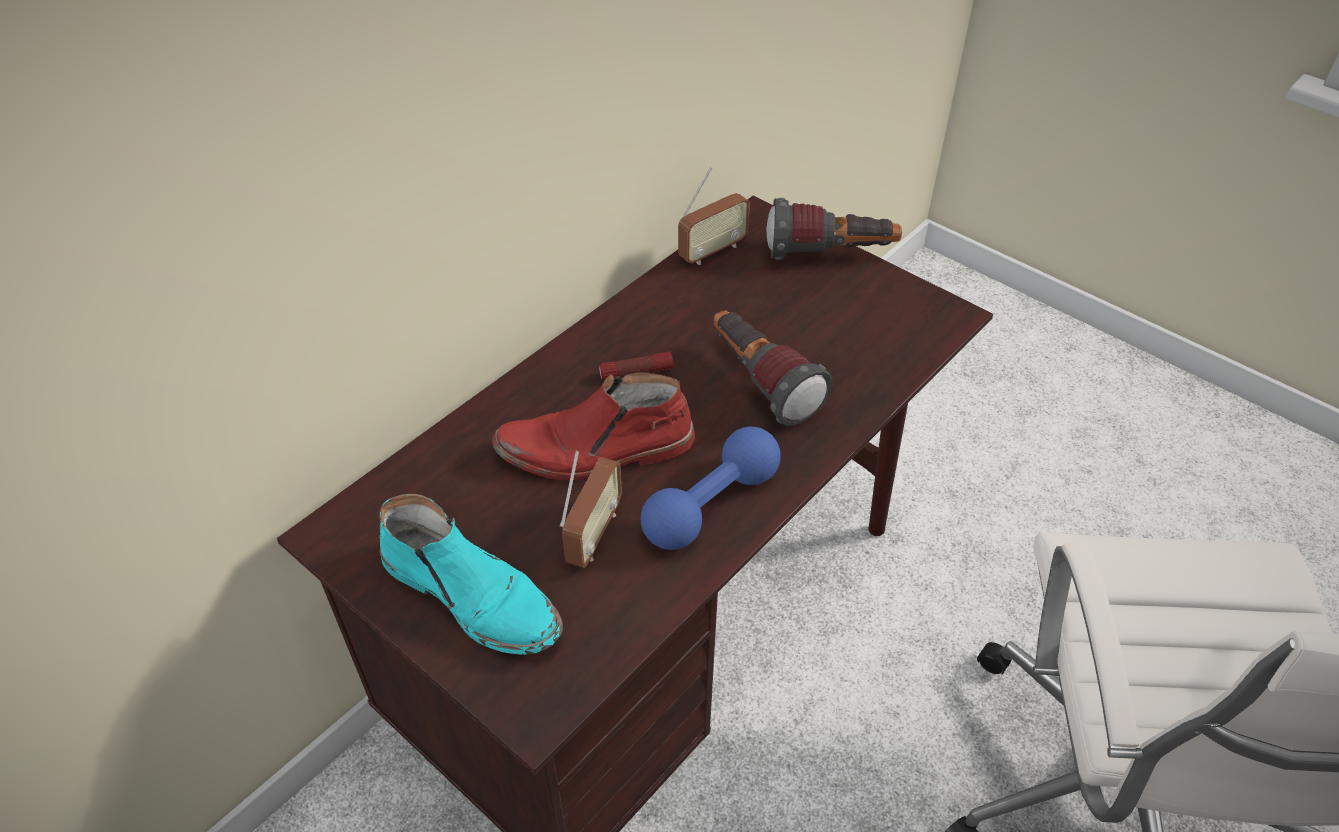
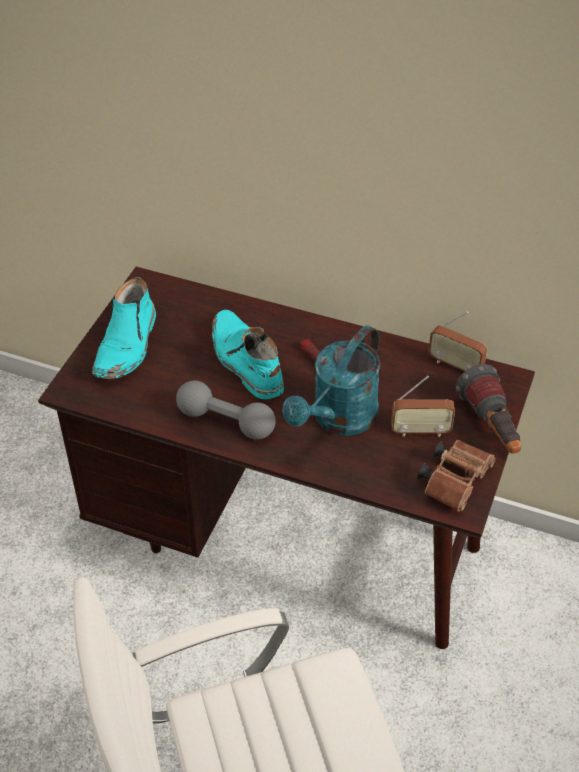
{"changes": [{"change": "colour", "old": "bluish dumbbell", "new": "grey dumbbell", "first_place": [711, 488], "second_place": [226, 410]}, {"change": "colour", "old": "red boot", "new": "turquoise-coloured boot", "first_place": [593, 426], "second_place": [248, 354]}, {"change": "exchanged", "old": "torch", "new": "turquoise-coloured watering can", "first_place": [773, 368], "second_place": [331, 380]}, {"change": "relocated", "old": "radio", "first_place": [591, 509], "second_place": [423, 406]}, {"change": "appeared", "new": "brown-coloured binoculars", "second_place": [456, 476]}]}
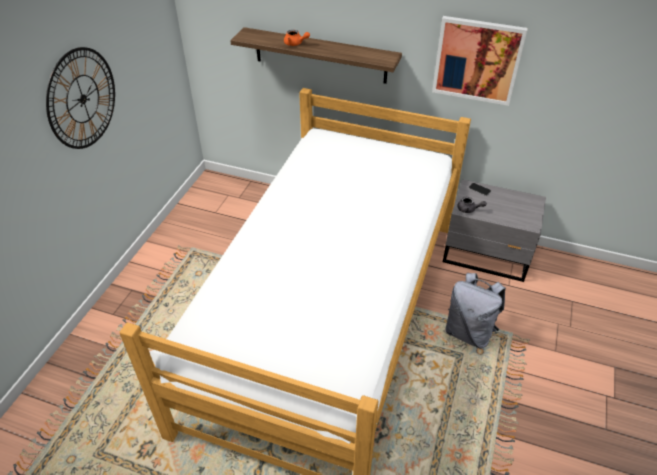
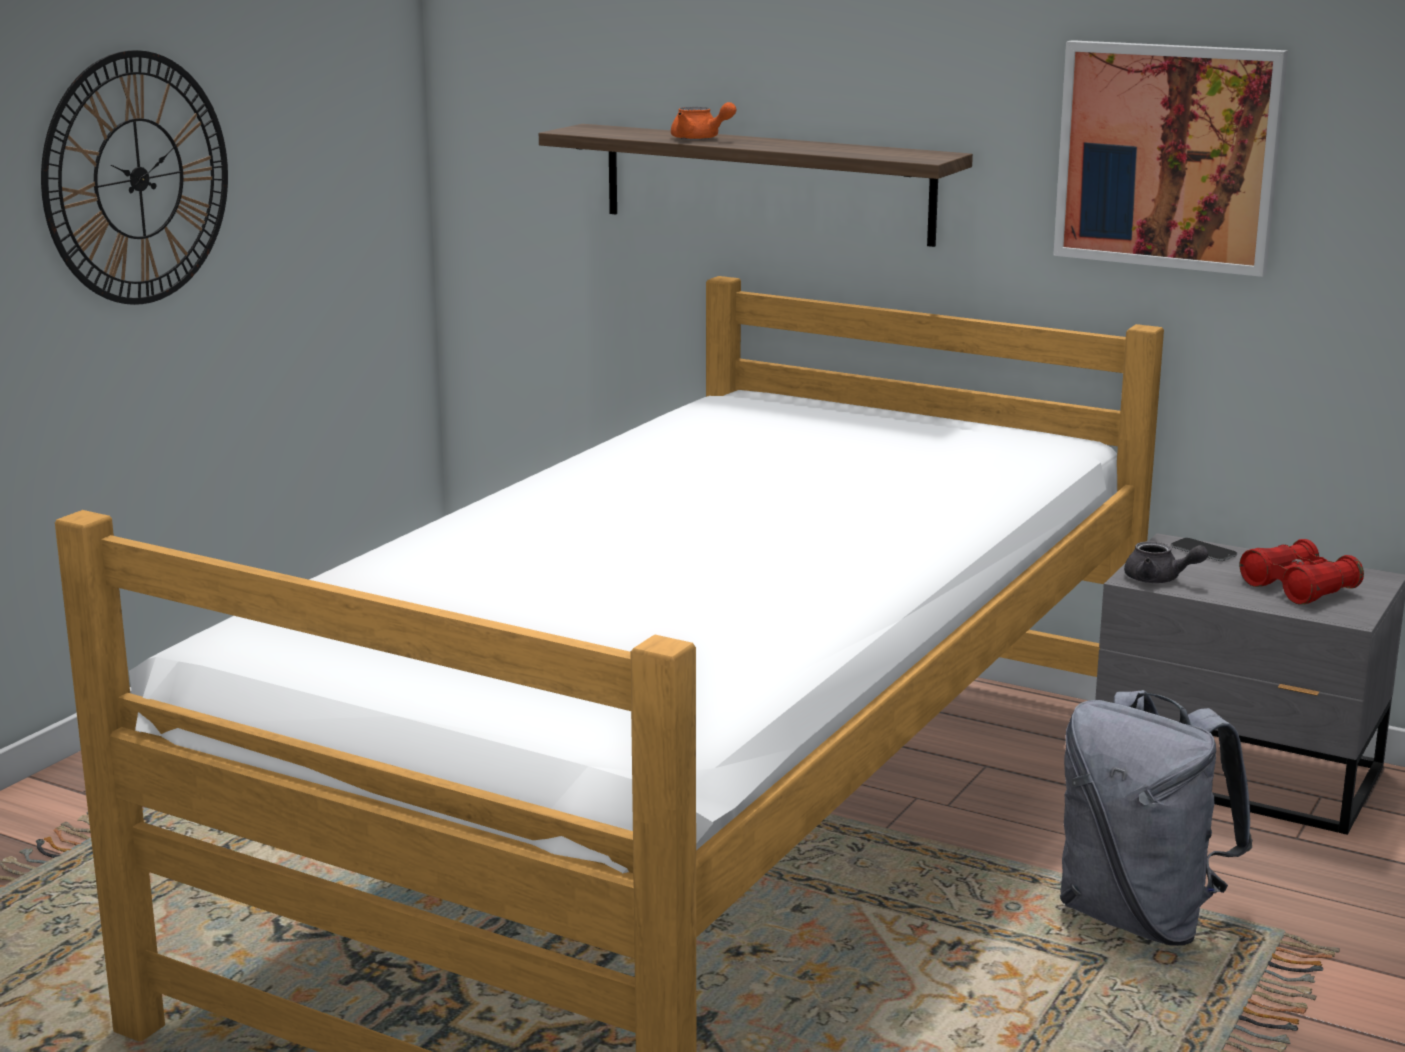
{"changes": [{"change": "appeared", "new": "red binoculars", "second_place": [1302, 571]}]}
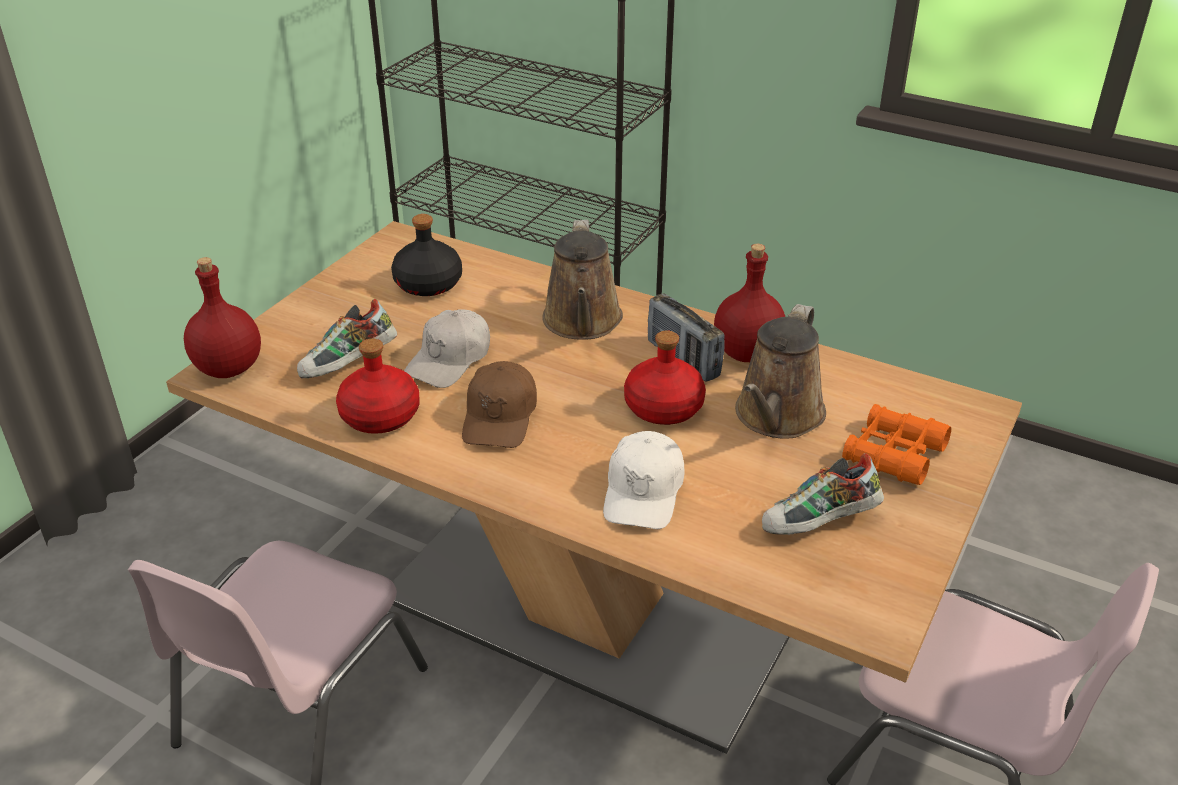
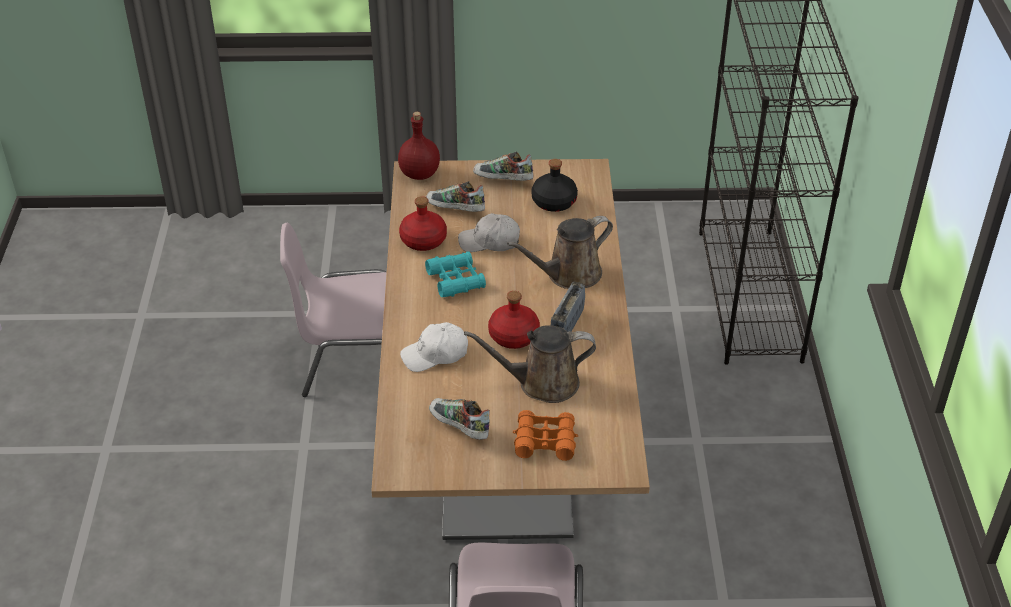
{"changes": [{"change": "exchanged", "old": "brown-coloured baseball cap", "new": "turquoise-coloured binoculars", "first_place": [499, 404], "second_place": [455, 274]}, {"change": "appeared", "new": "shoe", "second_place": [503, 166]}, {"change": "missing", "old": "red beverage bottle", "first_place": [749, 303]}]}
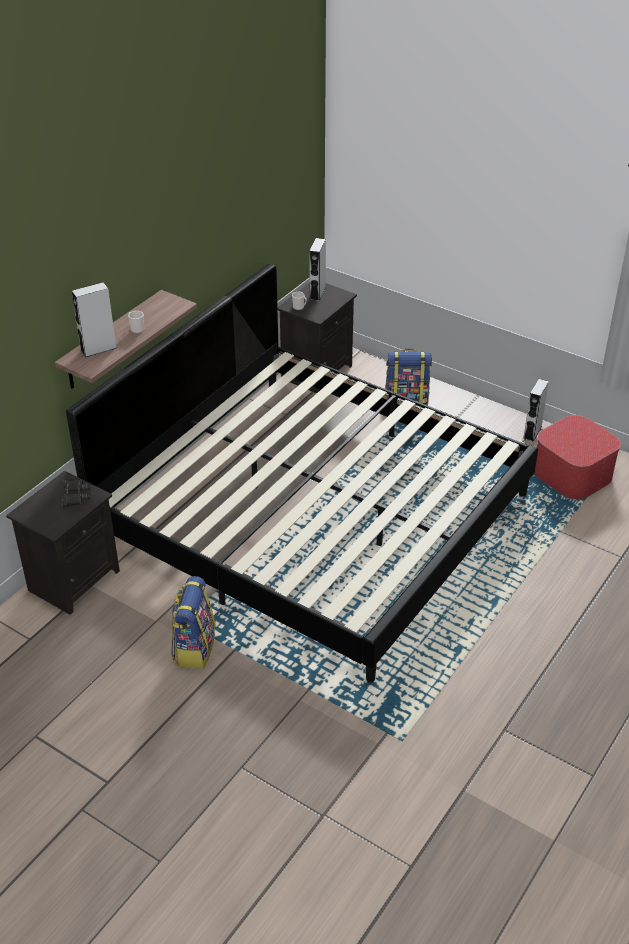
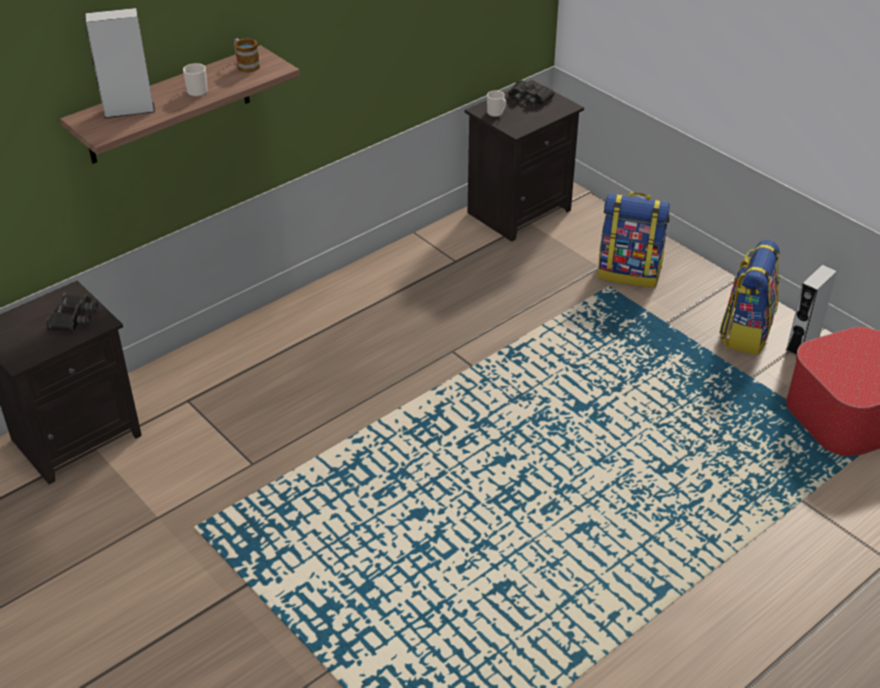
{"changes": [{"change": "appeared", "new": "coffee mug", "second_place": [247, 55]}, {"change": "exchanged", "old": "grey audio speaker", "new": "black binoculars", "first_place": [317, 269], "second_place": [531, 94]}, {"change": "relocated", "old": "rucksack", "first_place": [193, 622], "second_place": [749, 297]}, {"change": "missing", "old": "bed", "first_place": [302, 473]}]}
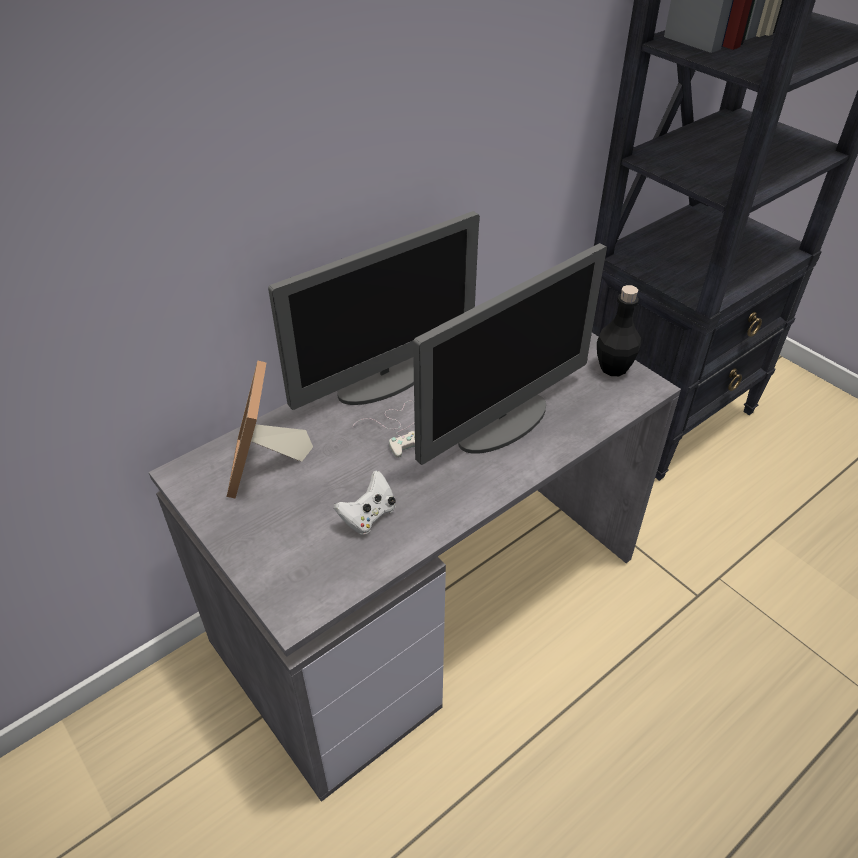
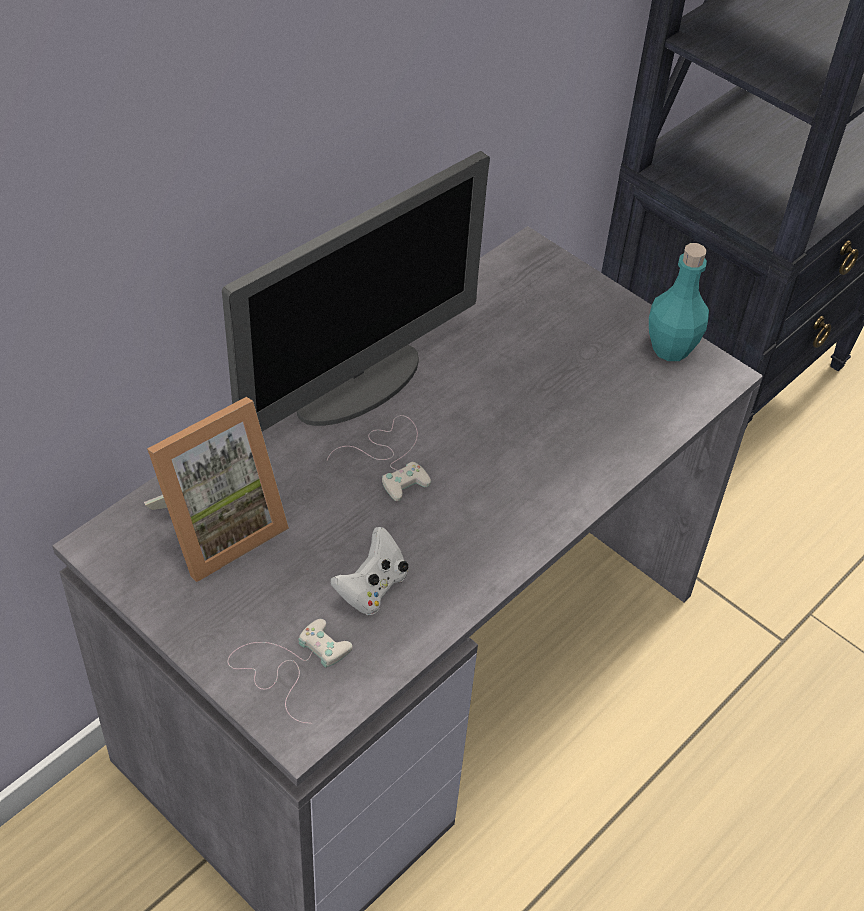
{"changes": [{"change": "spun", "old": "picture frame", "first_place": [270, 429], "second_place": [216, 489], "degrees": -120}, {"change": "appeared", "new": "white-coloured gamepad", "second_place": [290, 671]}, {"change": "colour", "old": "black beverage bottle", "new": "turquoise-coloured beverage bottle", "first_place": [619, 330], "second_place": [679, 302]}, {"change": "missing", "old": "computer display", "first_place": [510, 354]}]}
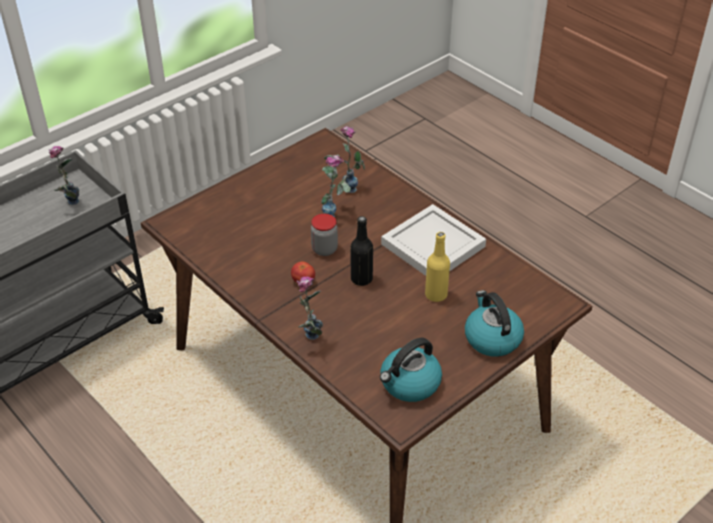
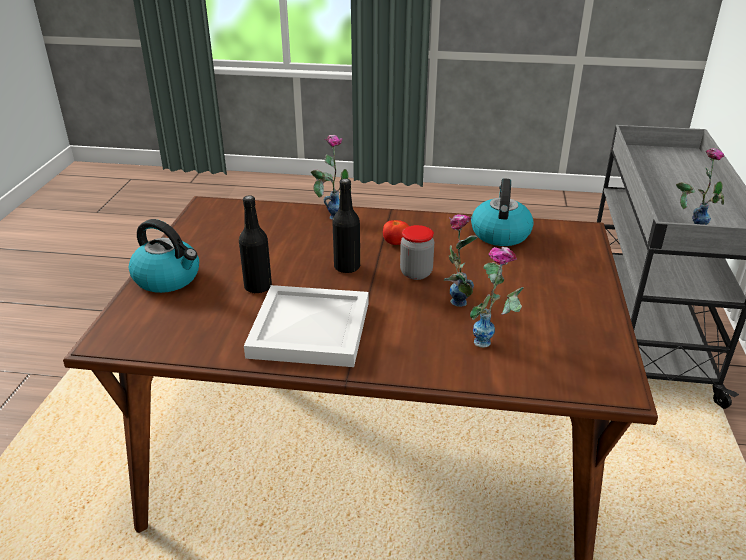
{"changes": [{"change": "colour", "old": "yellow beverage bottle", "new": "black beverage bottle", "first_place": [437, 267], "second_place": [255, 244]}, {"change": "relocated", "old": "water kettle", "first_place": [411, 370], "second_place": [502, 212]}]}
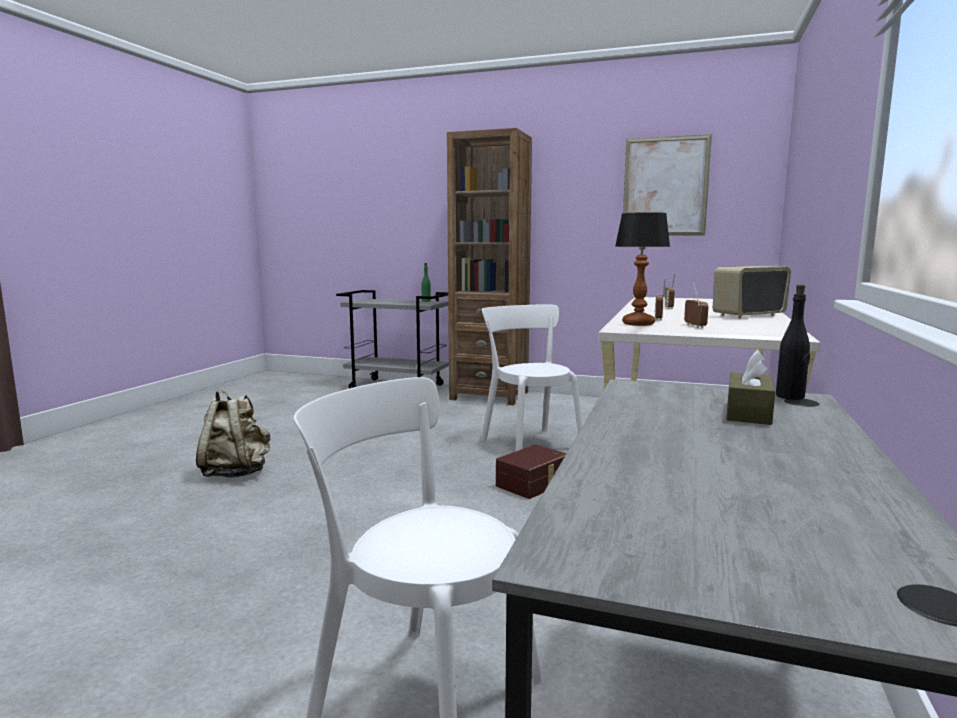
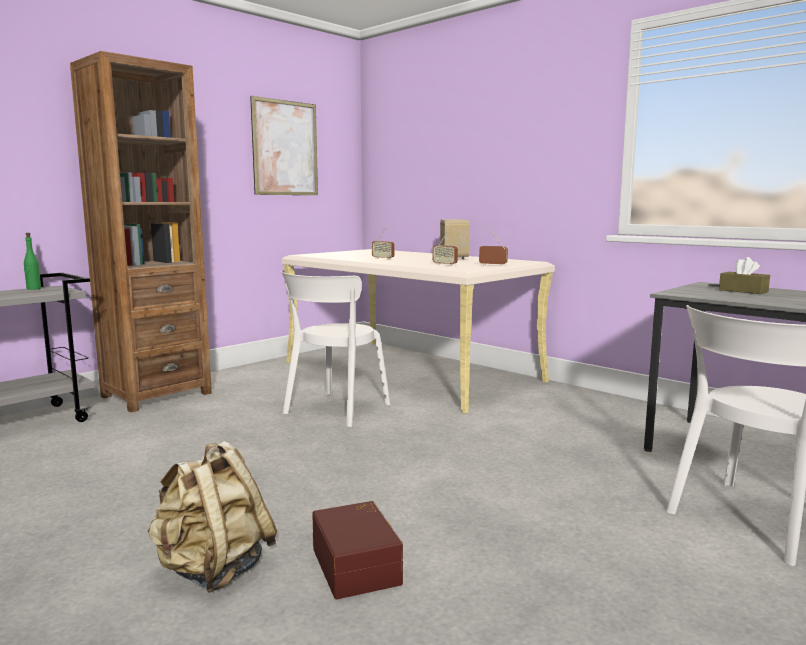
{"changes": [{"change": "spun", "old": "white-coloured upright chair", "first_place": [532, 378], "second_place": [336, 349], "degrees": -60}, {"change": "relocated", "old": "brown-coloured storage container", "first_place": [531, 472], "second_place": [357, 550]}, {"change": "missing", "old": "lamp for a table", "first_place": [642, 269]}, {"change": "missing", "old": "black beverage bottle", "first_place": [793, 342]}]}
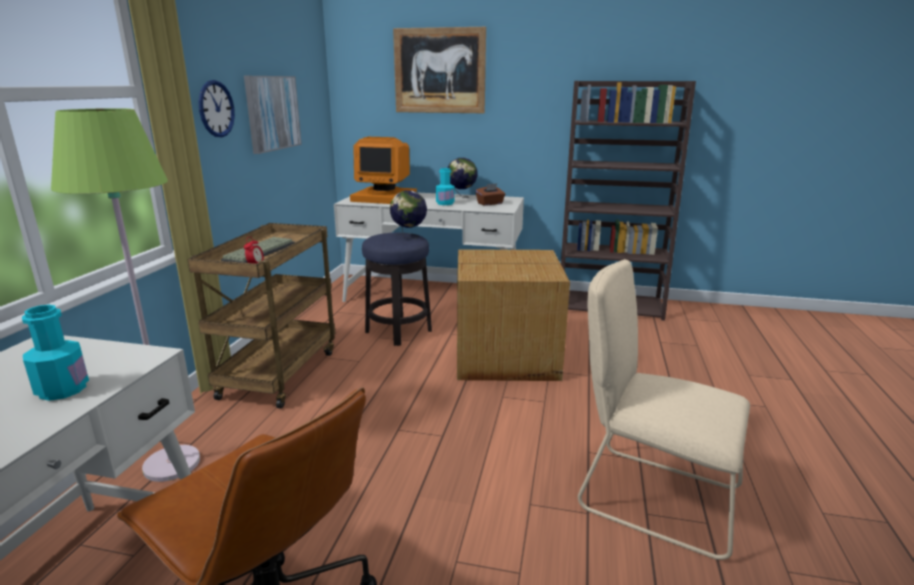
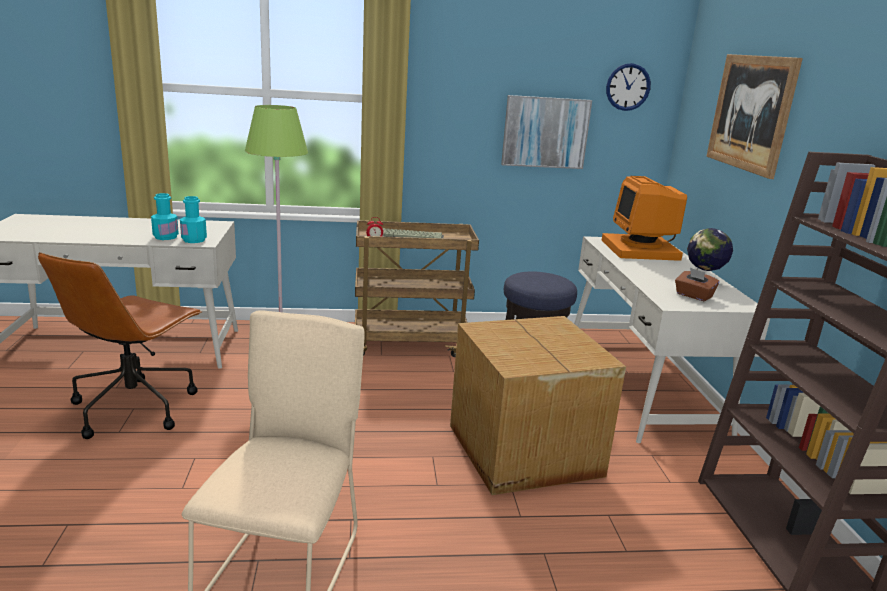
{"changes": [{"change": "relocated", "old": "turquoise-coloured beverage bottle", "first_place": [445, 186], "second_place": [193, 219]}, {"change": "relocated", "old": "hanging clock", "first_place": [217, 108], "second_place": [628, 87]}, {"change": "missing", "old": "globe", "first_place": [408, 214]}]}
